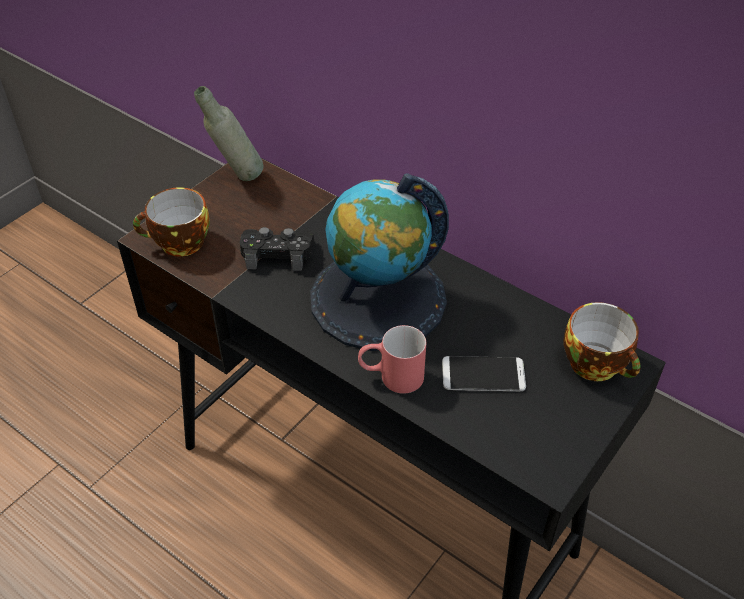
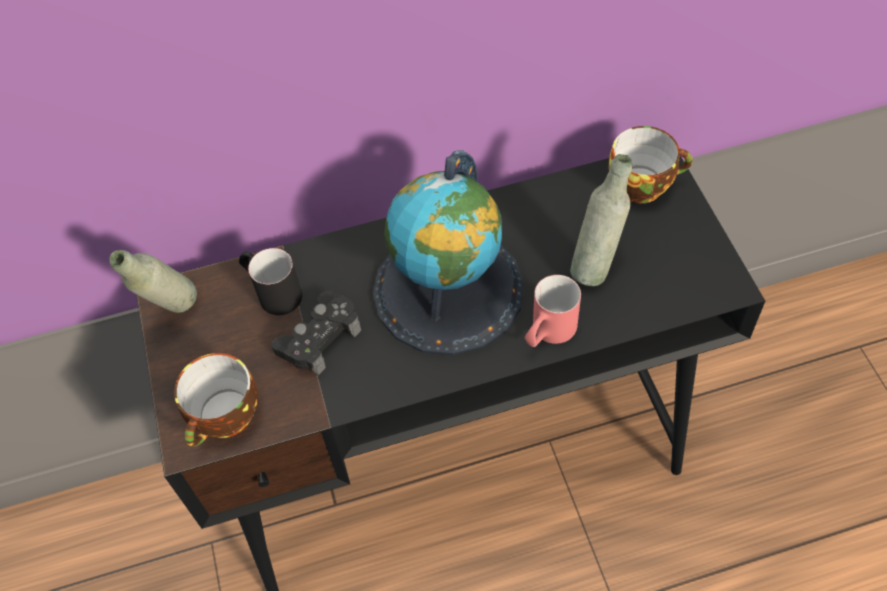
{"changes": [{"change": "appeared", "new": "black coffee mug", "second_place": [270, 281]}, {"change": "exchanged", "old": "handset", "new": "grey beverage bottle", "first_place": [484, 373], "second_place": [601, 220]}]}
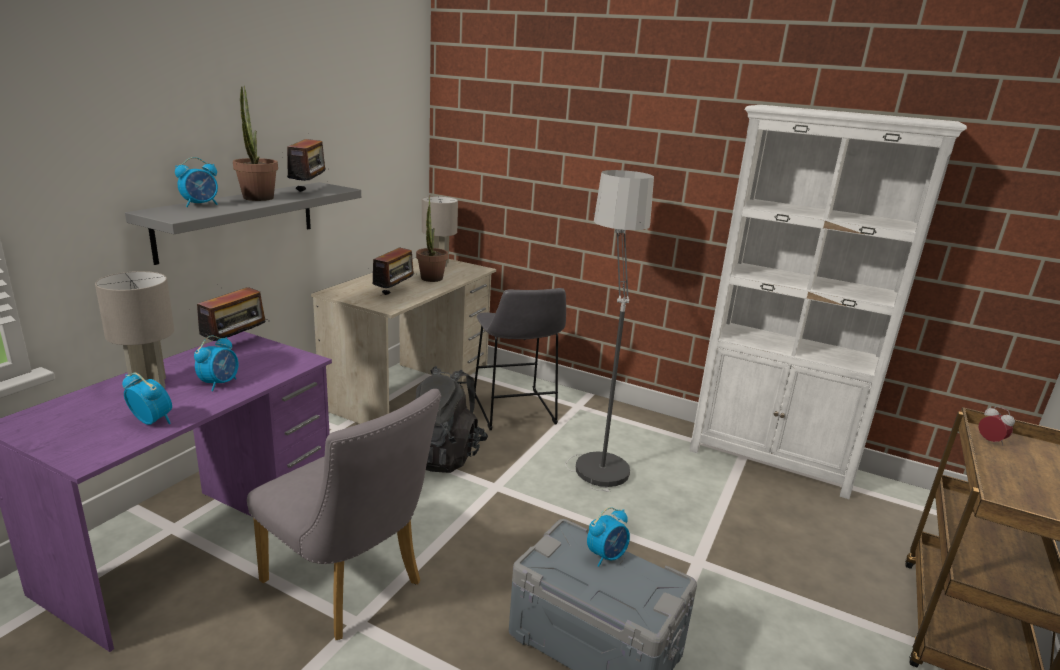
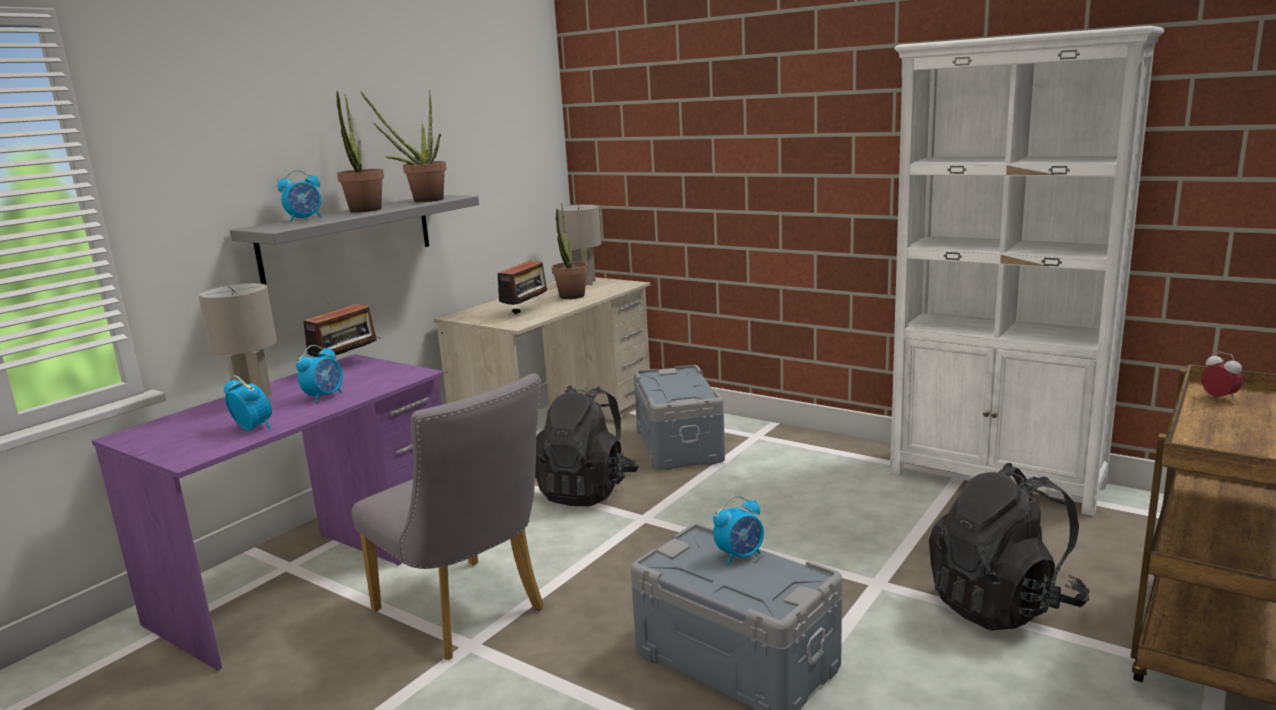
{"changes": [{"change": "exchanged", "old": "radio", "new": "potted plant", "first_place": [304, 161], "second_place": [403, 145]}, {"change": "exchanged", "old": "grey sitting stool", "new": "grey storage container", "first_place": [520, 359], "second_place": [679, 417]}, {"change": "appeared", "new": "black rucksack", "second_place": [1009, 547]}, {"change": "missing", "old": "standard lamp", "first_place": [609, 331]}]}
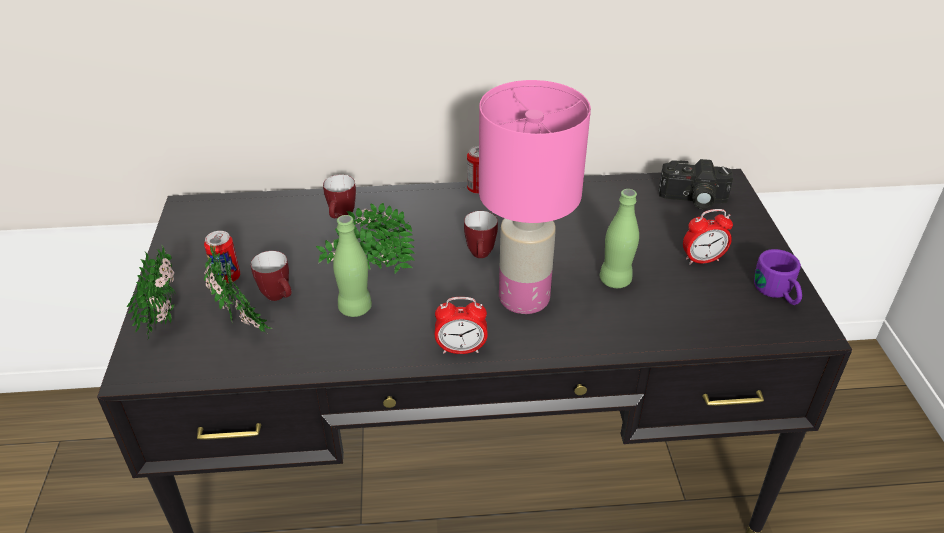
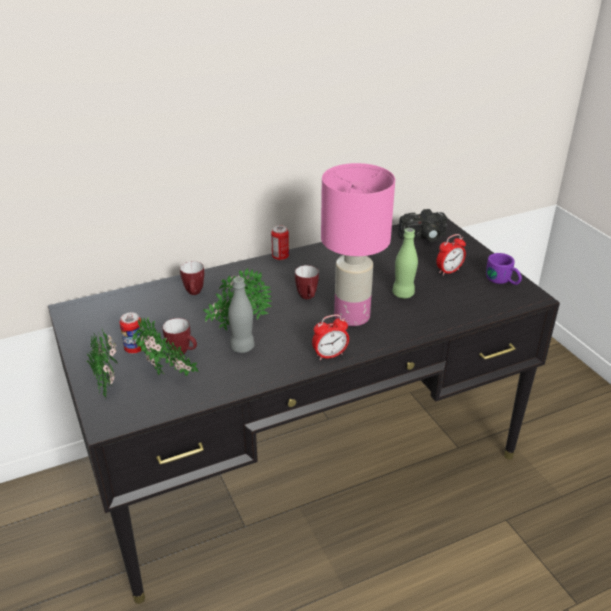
{"changes": [{"change": "colour", "old": "greenish beverage bottle", "new": "grey beverage bottle", "first_place": [352, 266], "second_place": [241, 315]}]}
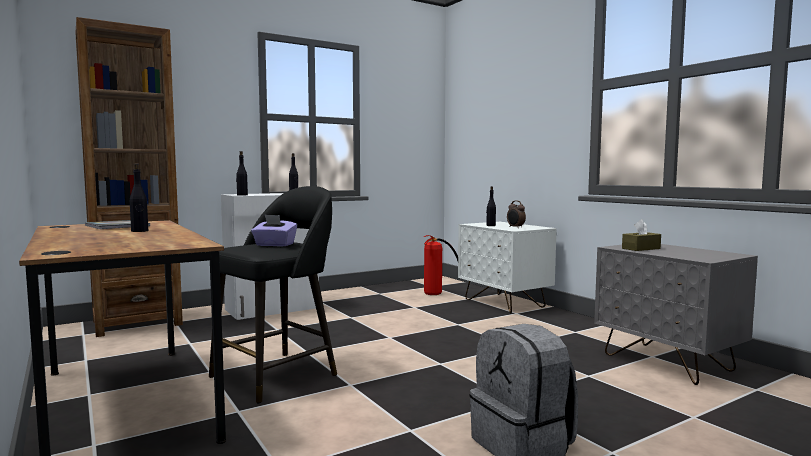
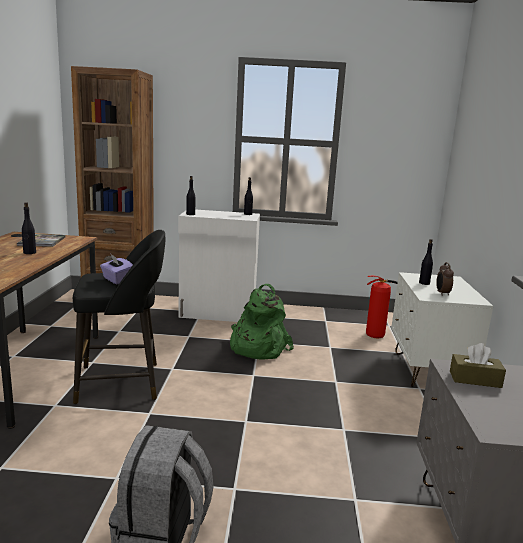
{"changes": [{"change": "appeared", "new": "greenish rucksack", "second_place": [262, 321]}]}
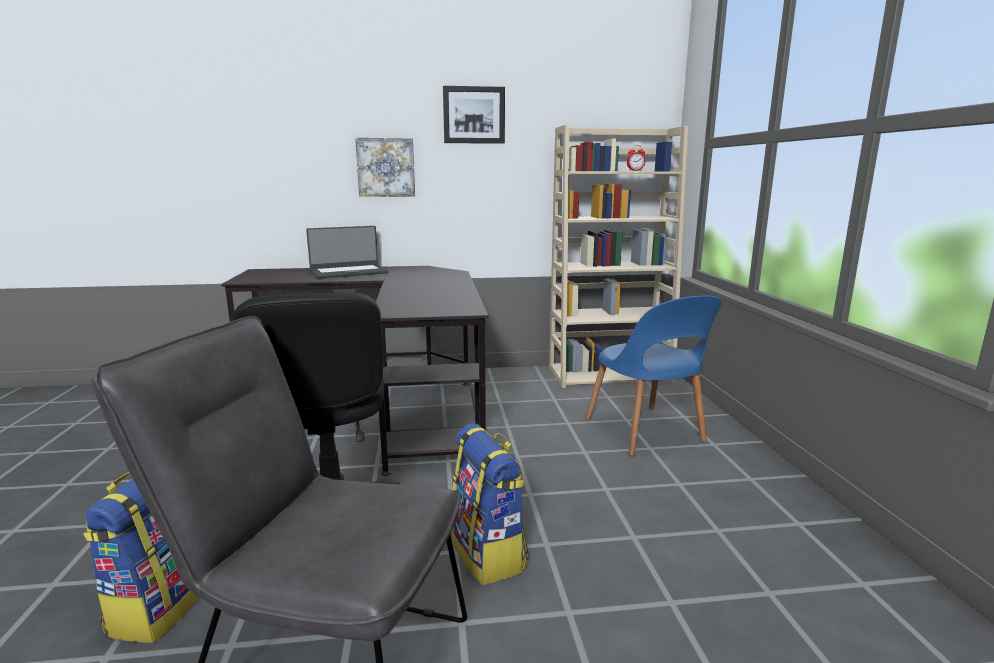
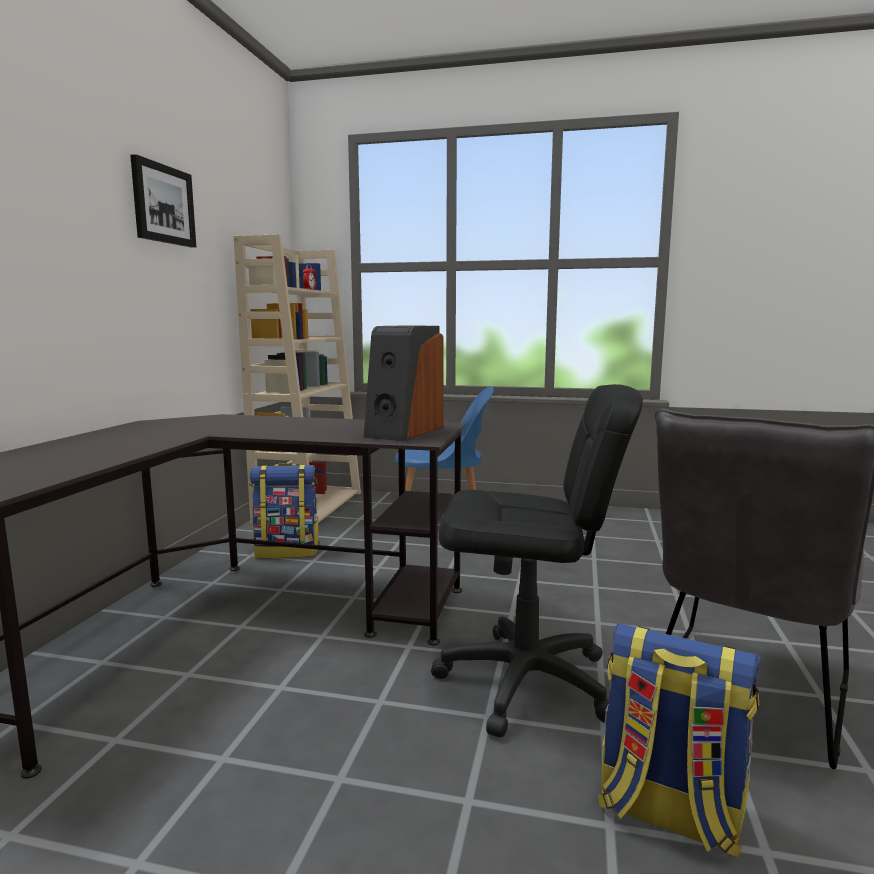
{"changes": [{"change": "relocated", "old": "rucksack", "first_place": [490, 504], "second_place": [285, 510]}, {"change": "appeared", "new": "audio speaker", "second_place": [403, 383]}, {"change": "missing", "old": "notebook computer", "first_place": [347, 252]}, {"change": "missing", "old": "picture", "first_place": [385, 167]}]}
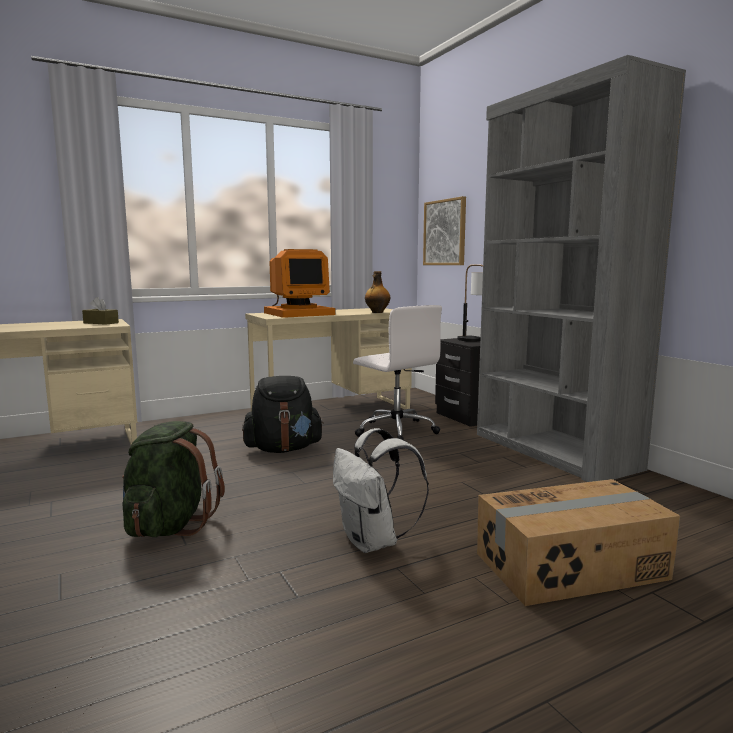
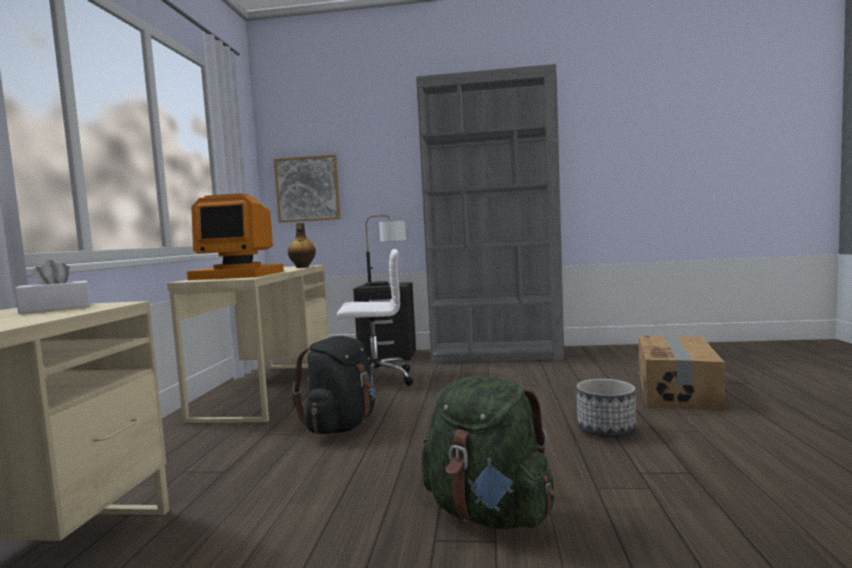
{"changes": [{"change": "colour", "old": "brown-coloured tissue box", "new": "white-coloured tissue box", "first_place": [100, 311], "second_place": [52, 287]}, {"change": "spun", "old": "computer display", "first_place": [299, 283], "second_place": [235, 237], "degrees": 90}, {"change": "exchanged", "old": "white-coloured rucksack", "new": "flower pot", "first_place": [381, 490], "second_place": [606, 408]}]}
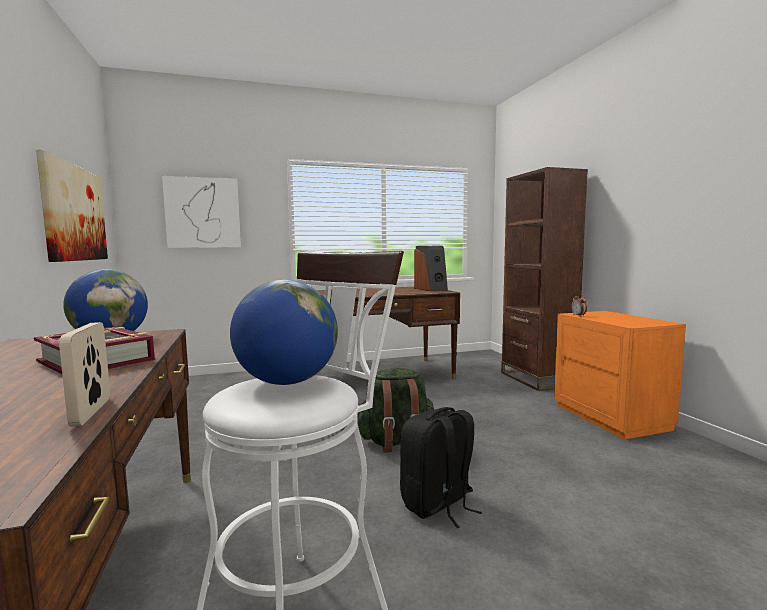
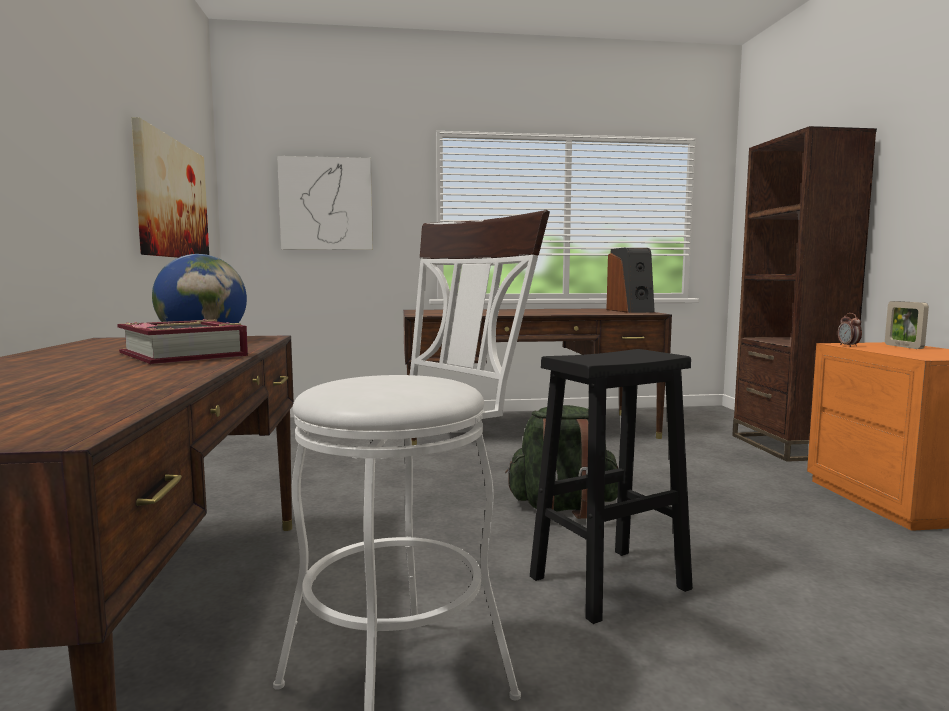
{"changes": [{"change": "exchanged", "old": "black rucksack", "new": "black sitting stool", "first_place": [441, 467], "second_place": [611, 486]}, {"change": "relocated", "old": "picture frame", "first_place": [84, 374], "second_place": [907, 325]}, {"change": "missing", "old": "globe", "first_place": [284, 332]}]}
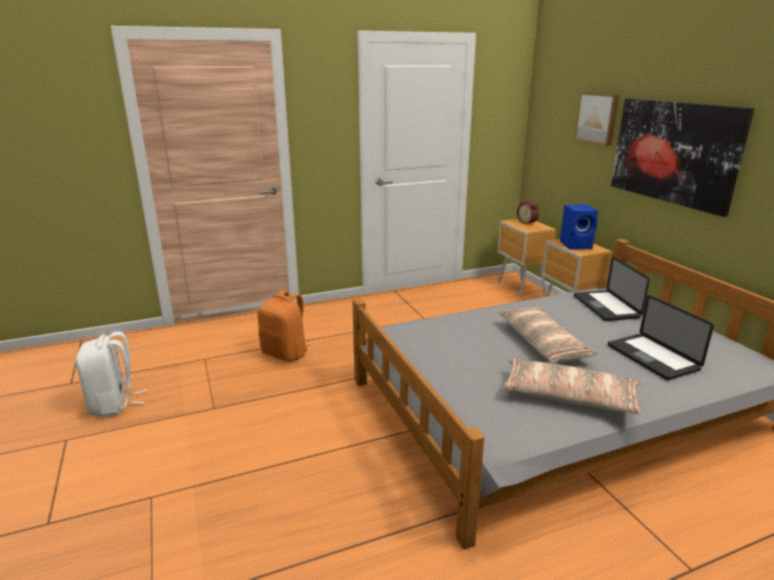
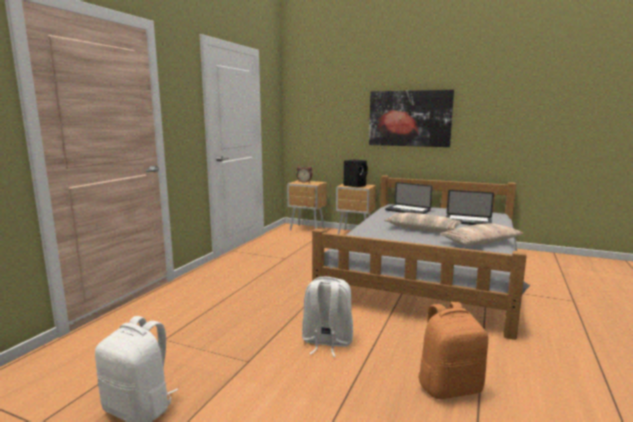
{"changes": [{"change": "appeared", "new": "white-coloured rucksack", "second_place": [327, 317]}, {"change": "colour", "old": "bluish audio speaker", "new": "black audio speaker", "first_place": [579, 227], "second_place": [356, 173]}, {"change": "relocated", "old": "orangey rucksack", "first_place": [283, 326], "second_place": [453, 350]}, {"change": "missing", "old": "picture", "first_place": [597, 119]}]}
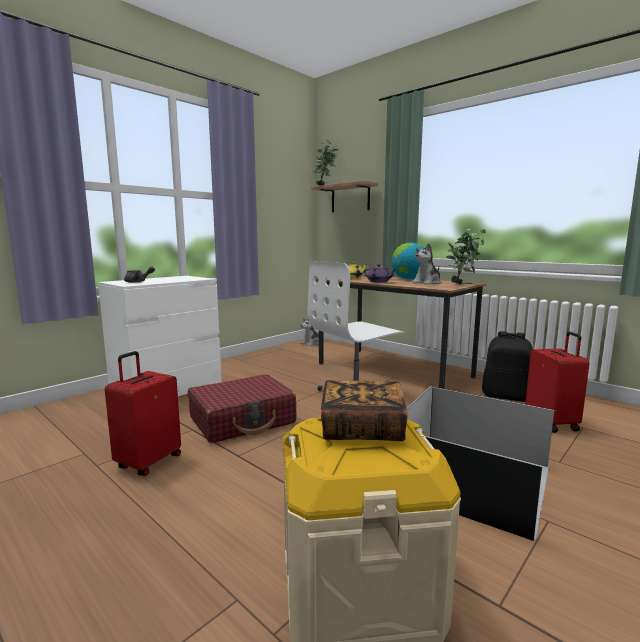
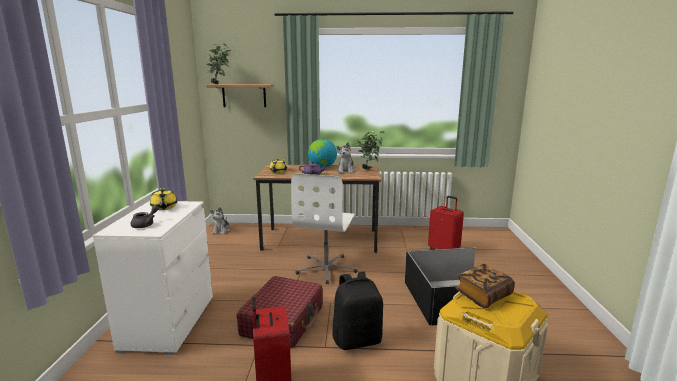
{"changes": [{"change": "appeared", "new": "yellow teapot", "second_place": [163, 199]}, {"change": "relocated", "old": "black rucksack", "first_place": [507, 366], "second_place": [357, 311]}]}
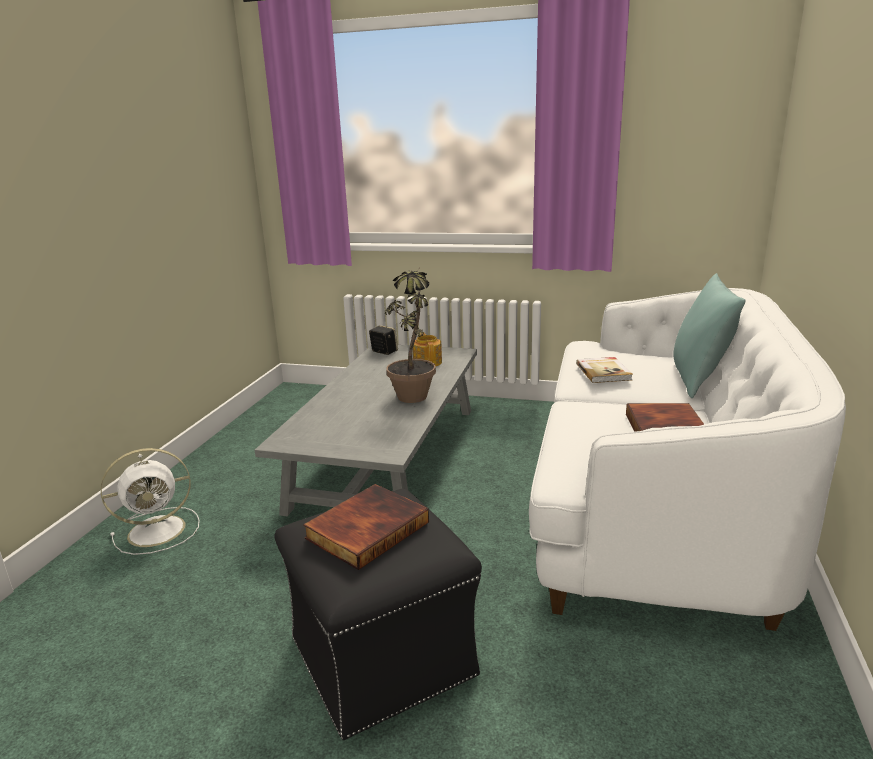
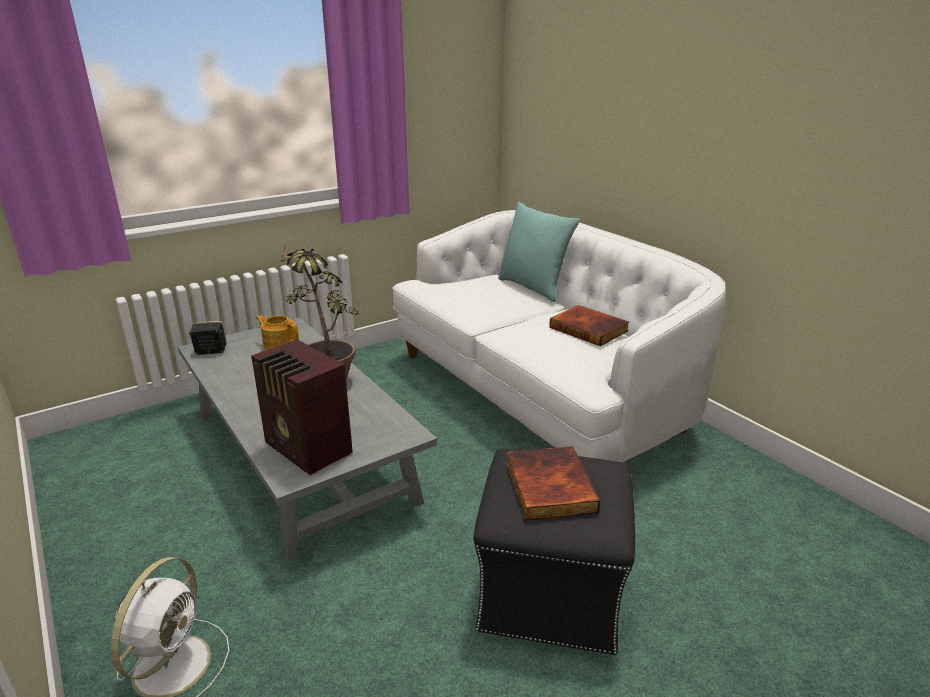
{"changes": [{"change": "appeared", "new": "radio", "second_place": [302, 407]}, {"change": "missing", "old": "bound book", "first_place": [604, 370]}]}
